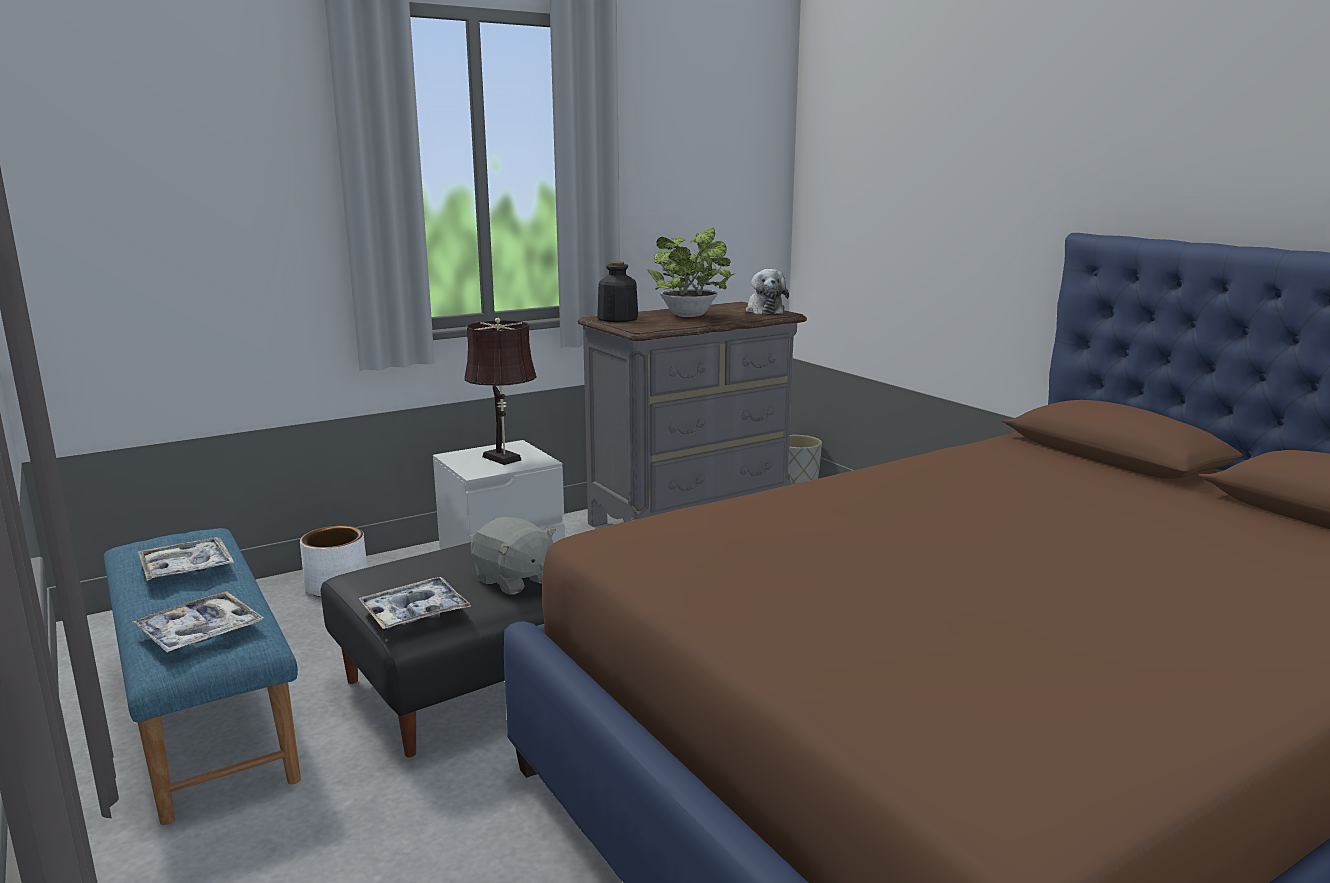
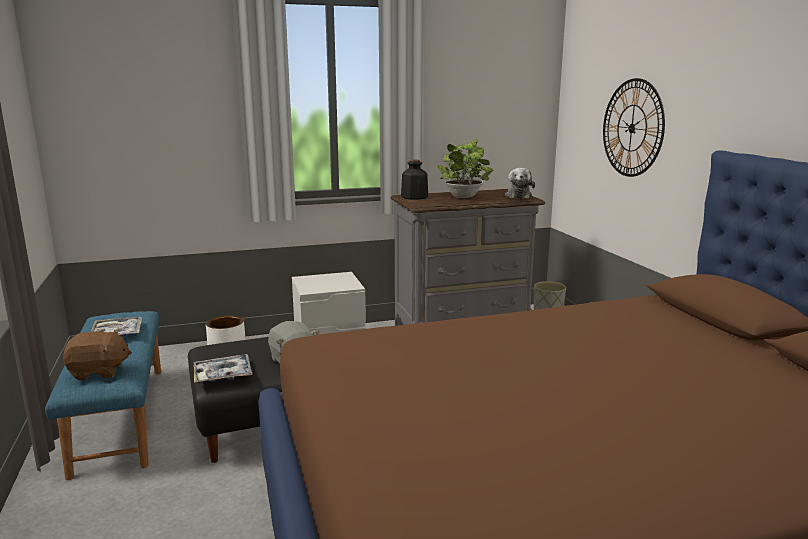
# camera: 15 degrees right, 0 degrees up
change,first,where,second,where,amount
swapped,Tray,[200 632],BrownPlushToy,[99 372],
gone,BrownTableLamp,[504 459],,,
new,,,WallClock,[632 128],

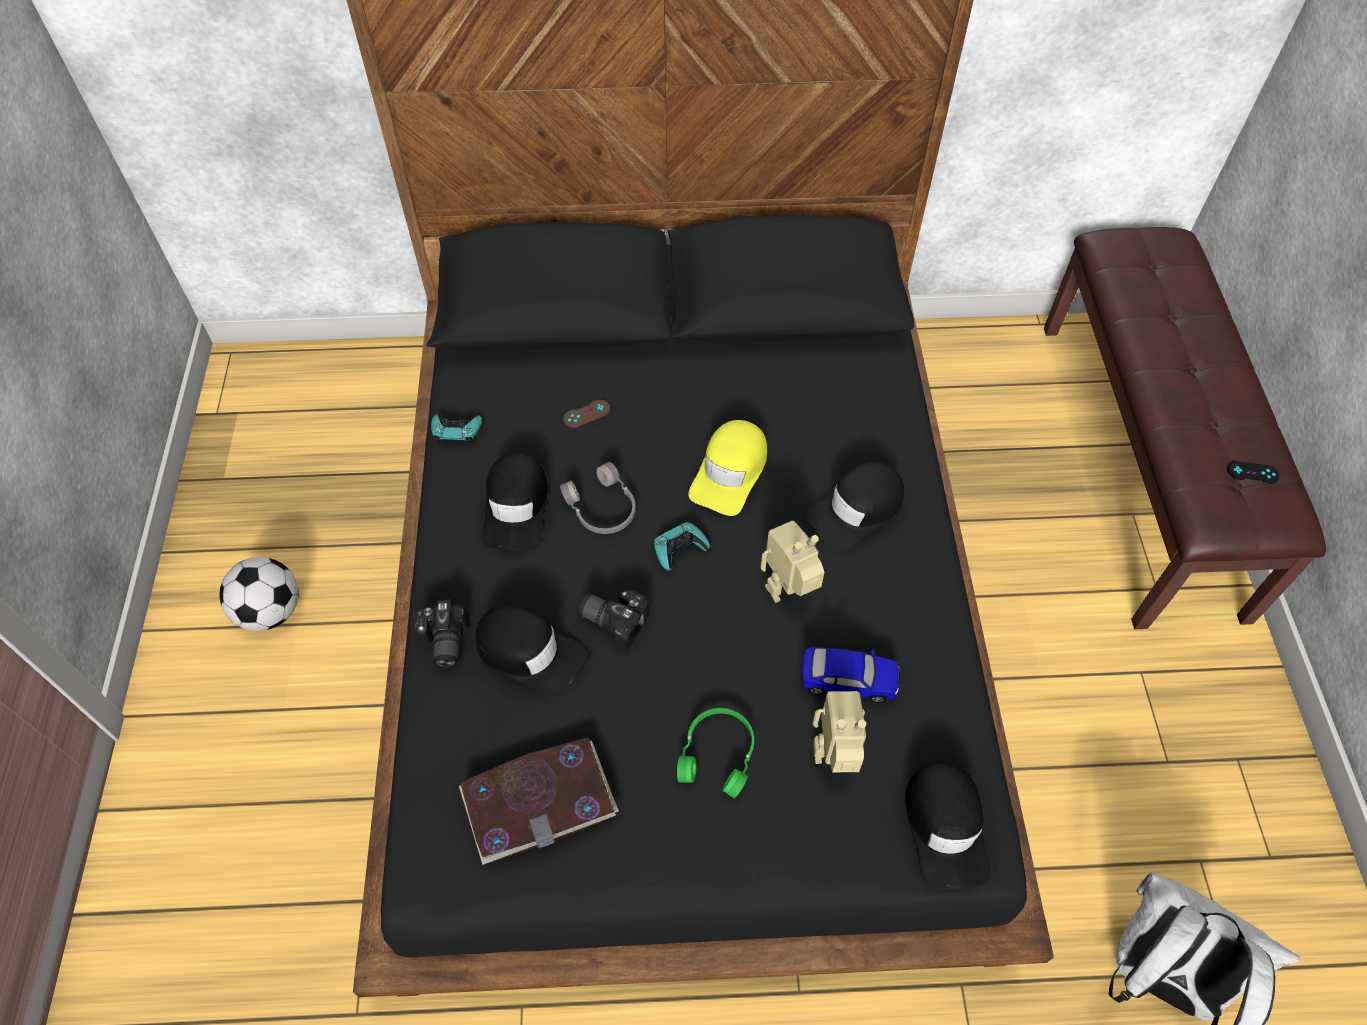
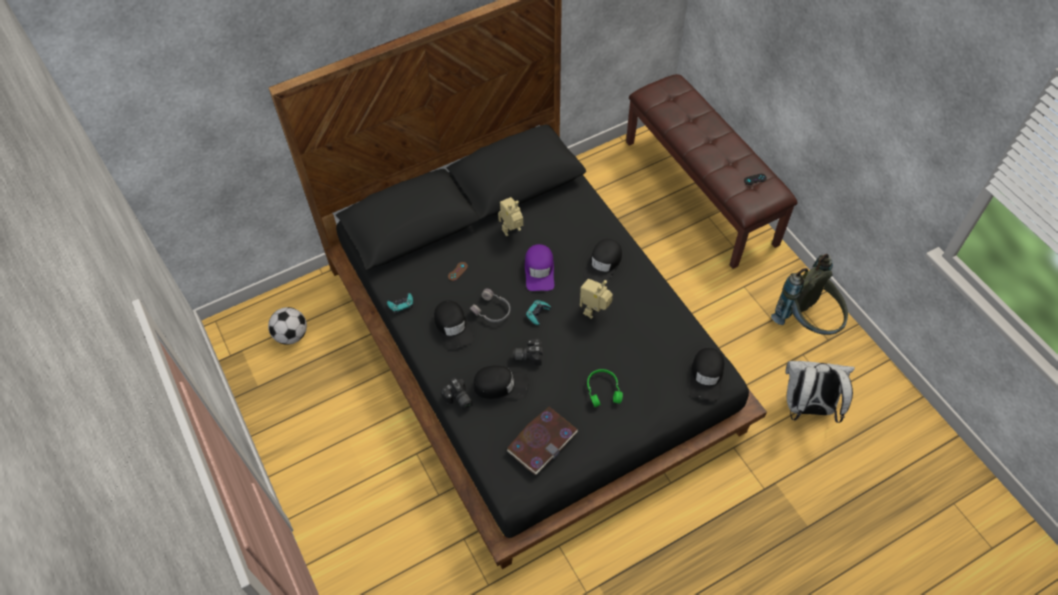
# camera: 25 degrees left, 0 degrees up
change,first,where,second,where,amount
shifted,Football,[270 611],,[291 335],
repainted,YellowCap,[730 472],PurpleCap,[539 271],
gone,ToyCar,[848 681],,,
shifted,ToyRobot,[835 759],,[513 232],
rotated,BlackCap,[945 827],,[706 376],45 degrees clockwise
new,,,GreyBackpack,[807 323],

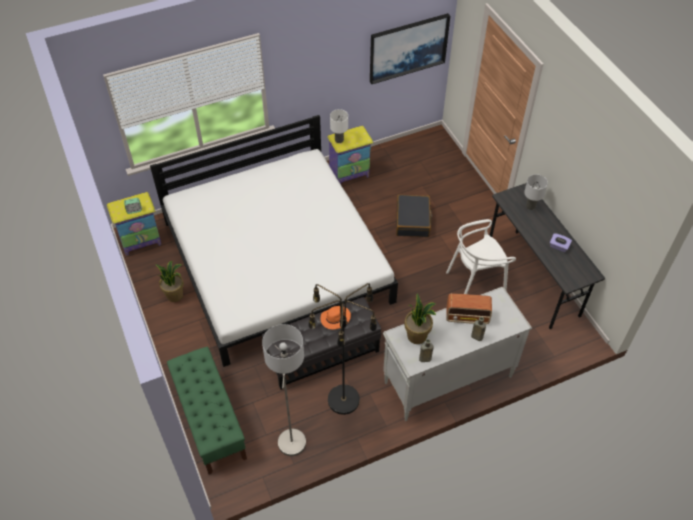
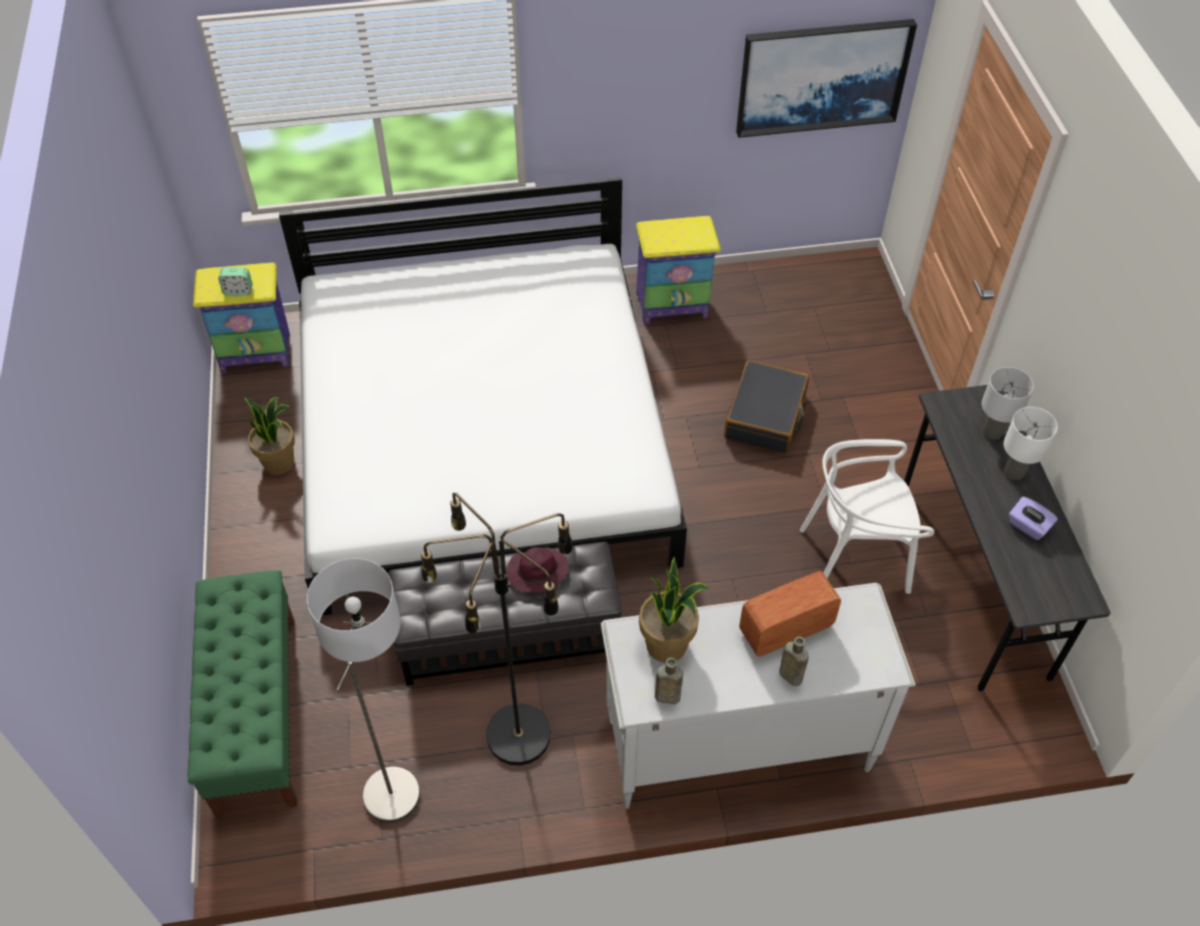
# camera: 15 degrees right, 0 degrees up
change,first,where,second,where,amount
repainted,OrangeHat,[335 319],PurpleHat,[536 572],
shifted,WhiteTableLamp,[339 140],,[1014 472],
rotated,Radio,[467 317],,[784 629],135 degrees clockwise

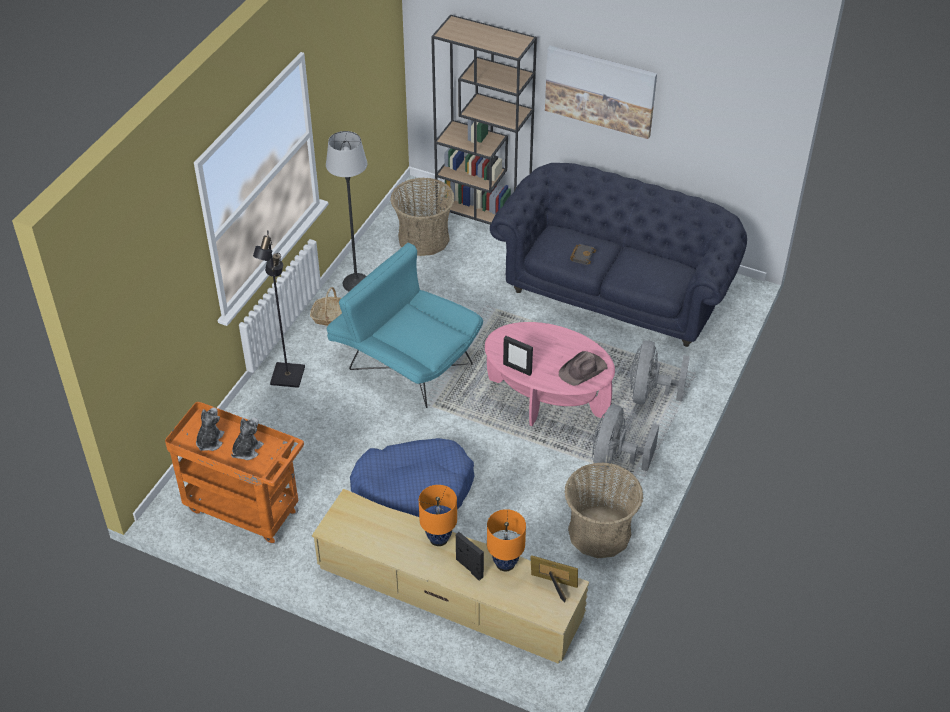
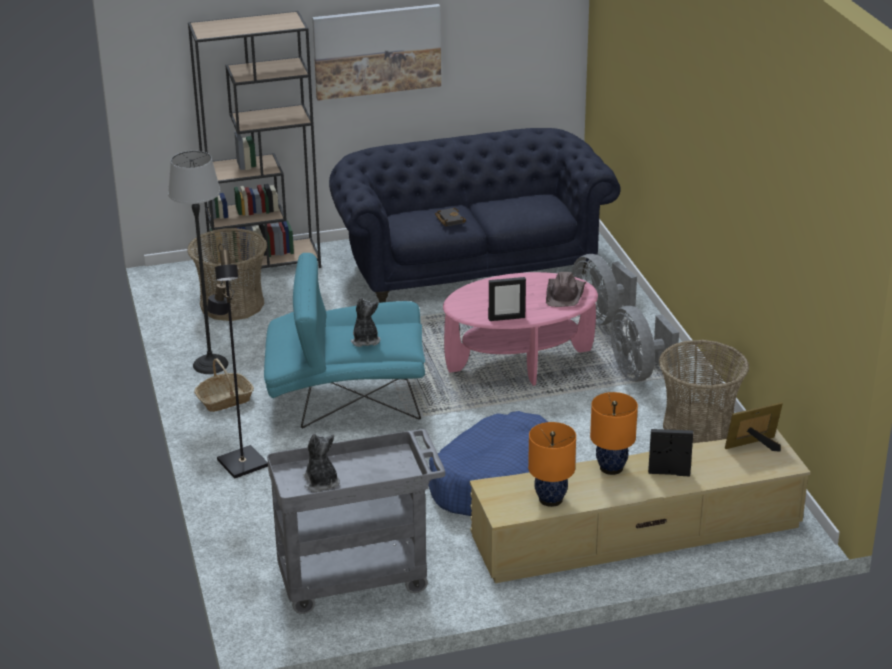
# camera: 40 degrees left, 15 degrees down
change,first,where,second,where,amount
repainted,OrangeCart,[247 514],GreyCart,[360 584],
shifted,PlushToy,[247 450],,[365 340],
shifted,OrangeTableLamp,[505 563],,[551 499],

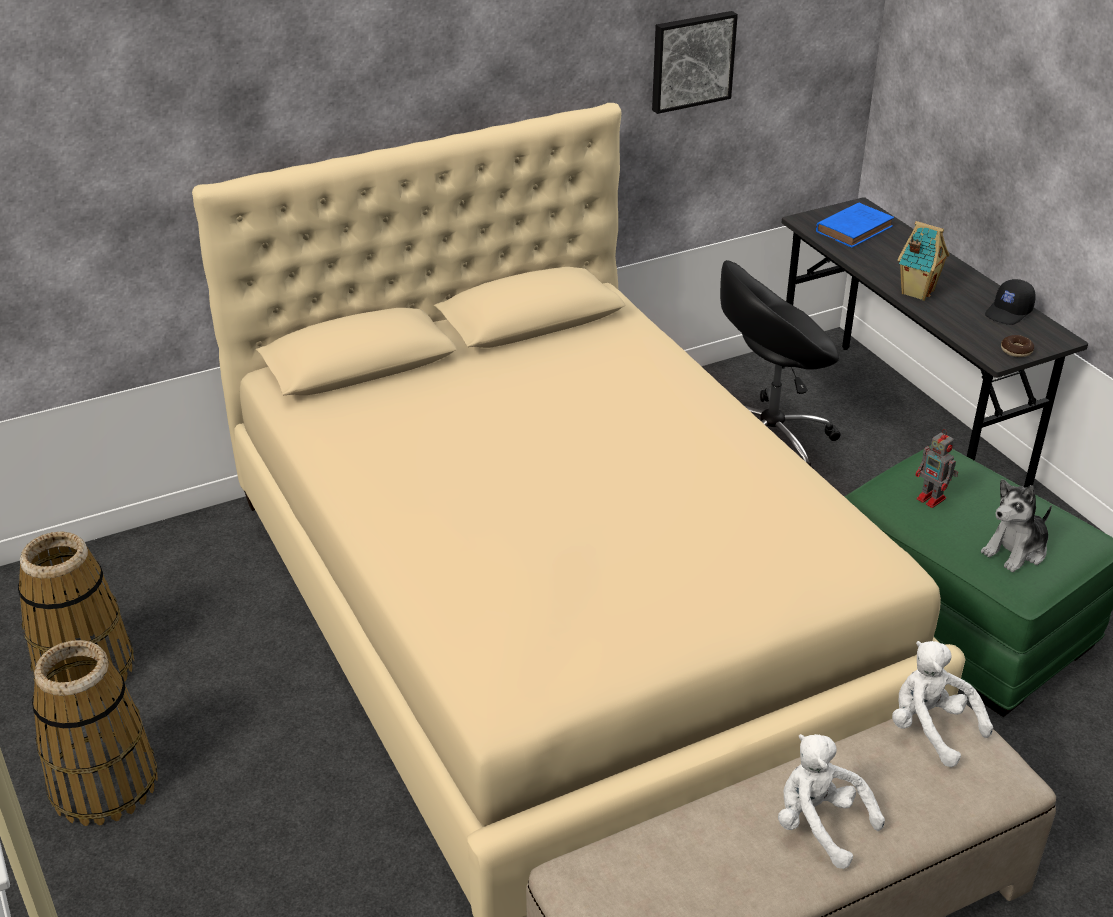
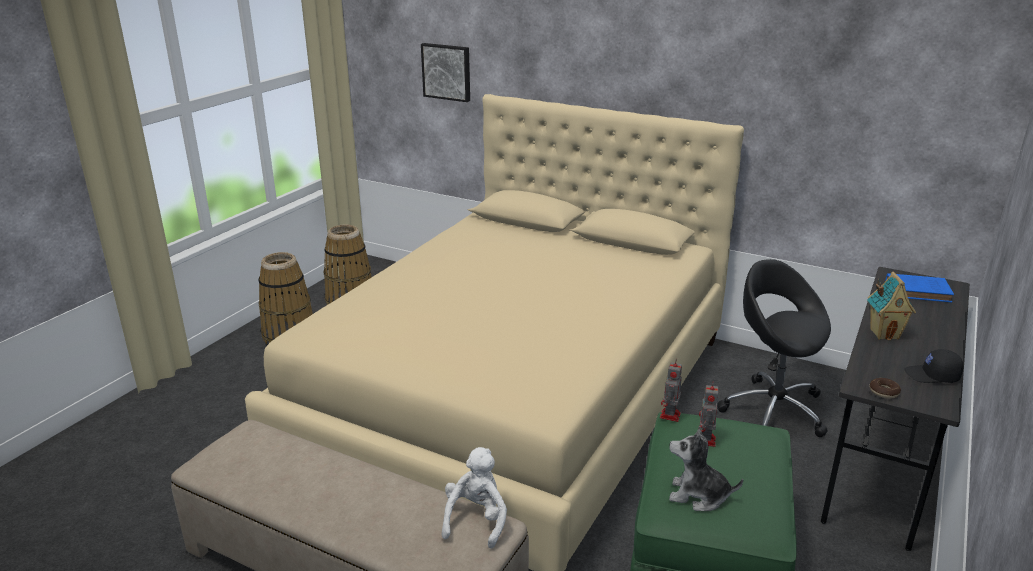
# camera: 55 degrees right, 10 degrees down
change,first,where,second,where,amount
shifted,Picture,[691 60],,[447 72],
gone,WhitePlushToy,[819 824],,,
new,,,ToyRobot,[670 416],

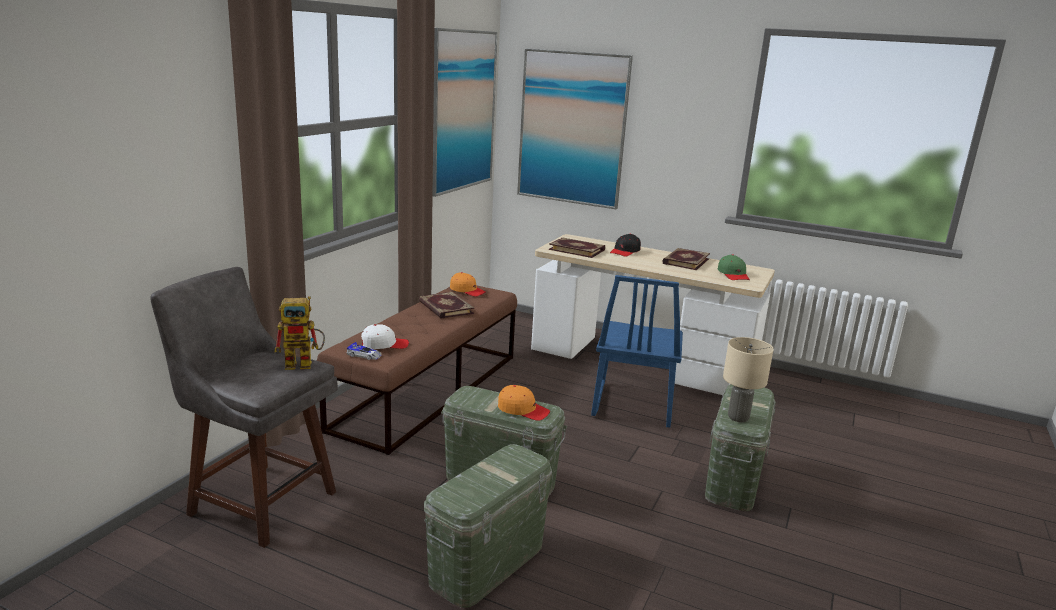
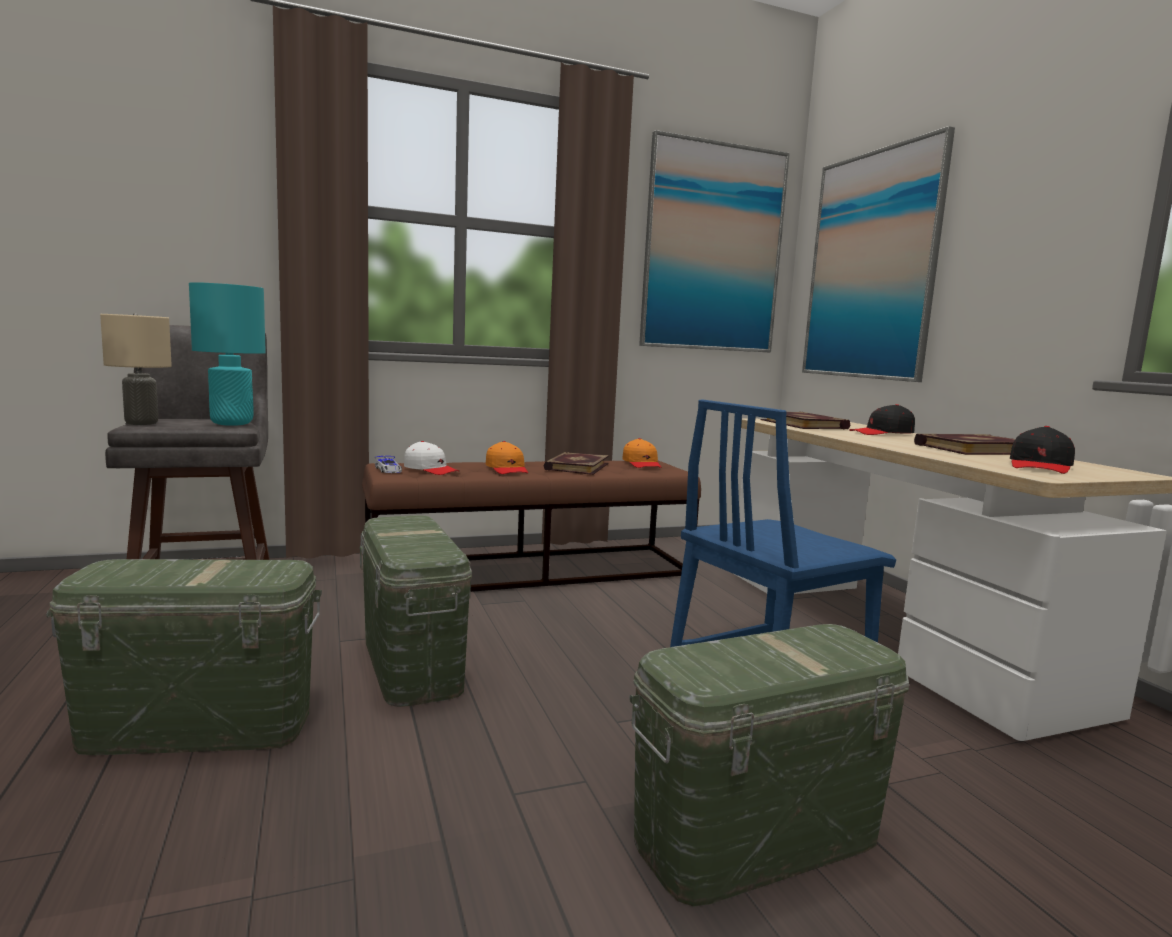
# camera: 45 degrees right, 10 degrees down
change,first,where,second,where,amount
swapped,ToyRobot,[305 364],TurquoiseTableLamp,[232 424],
shifted,OrangeCap,[523 410],,[507 469],
repainted,GreenCap,[733 274],BlackCap,[1040 466],
shifted,BeigeTableLamp,[739 418],,[140 424],

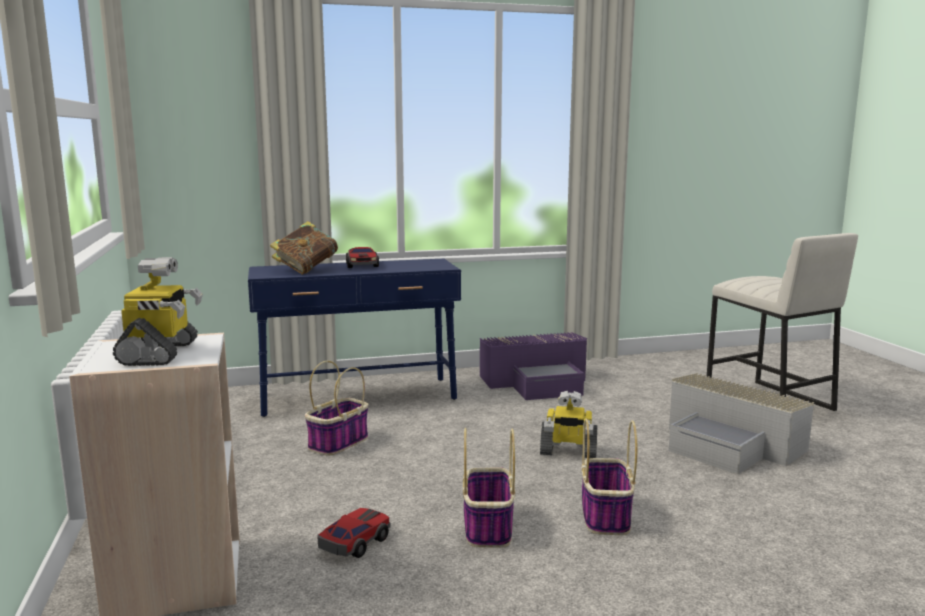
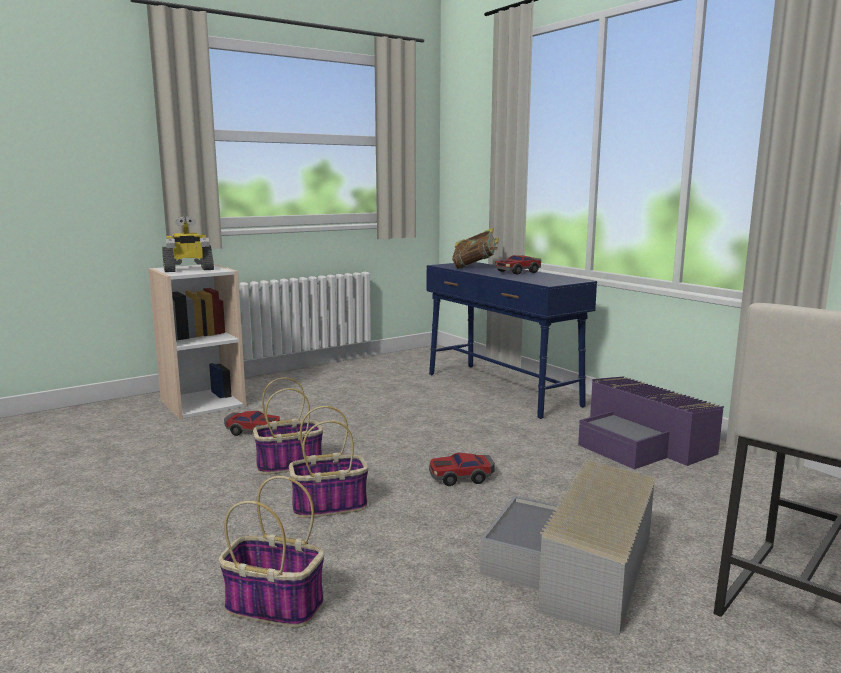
# camera: 70 degrees right, 0 degrees up
change,first,where,second,where,amount
shifted,Basket,[338 443],,[272 605],
swapped,ToyRobot,[568 451],ToyCar,[461 477],

